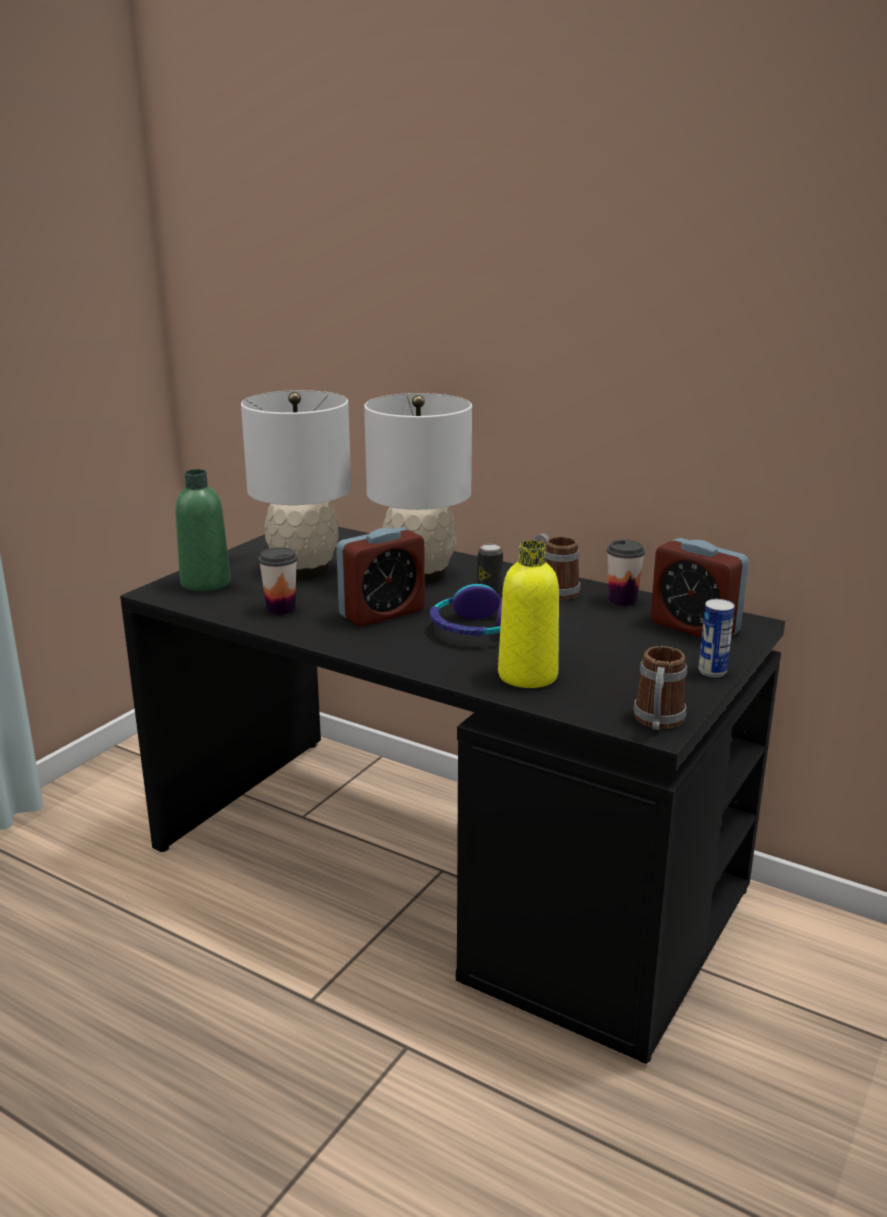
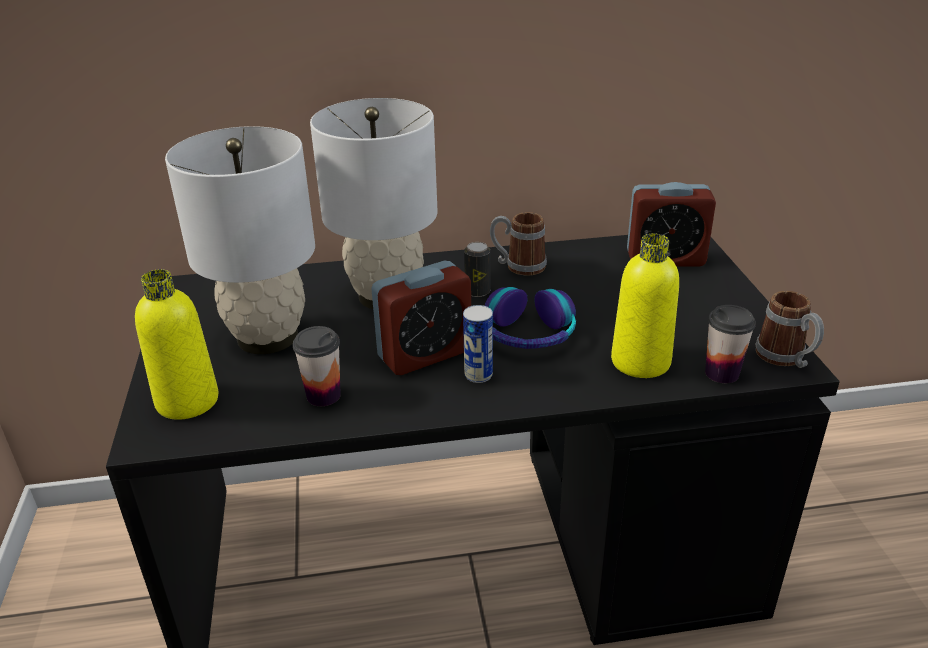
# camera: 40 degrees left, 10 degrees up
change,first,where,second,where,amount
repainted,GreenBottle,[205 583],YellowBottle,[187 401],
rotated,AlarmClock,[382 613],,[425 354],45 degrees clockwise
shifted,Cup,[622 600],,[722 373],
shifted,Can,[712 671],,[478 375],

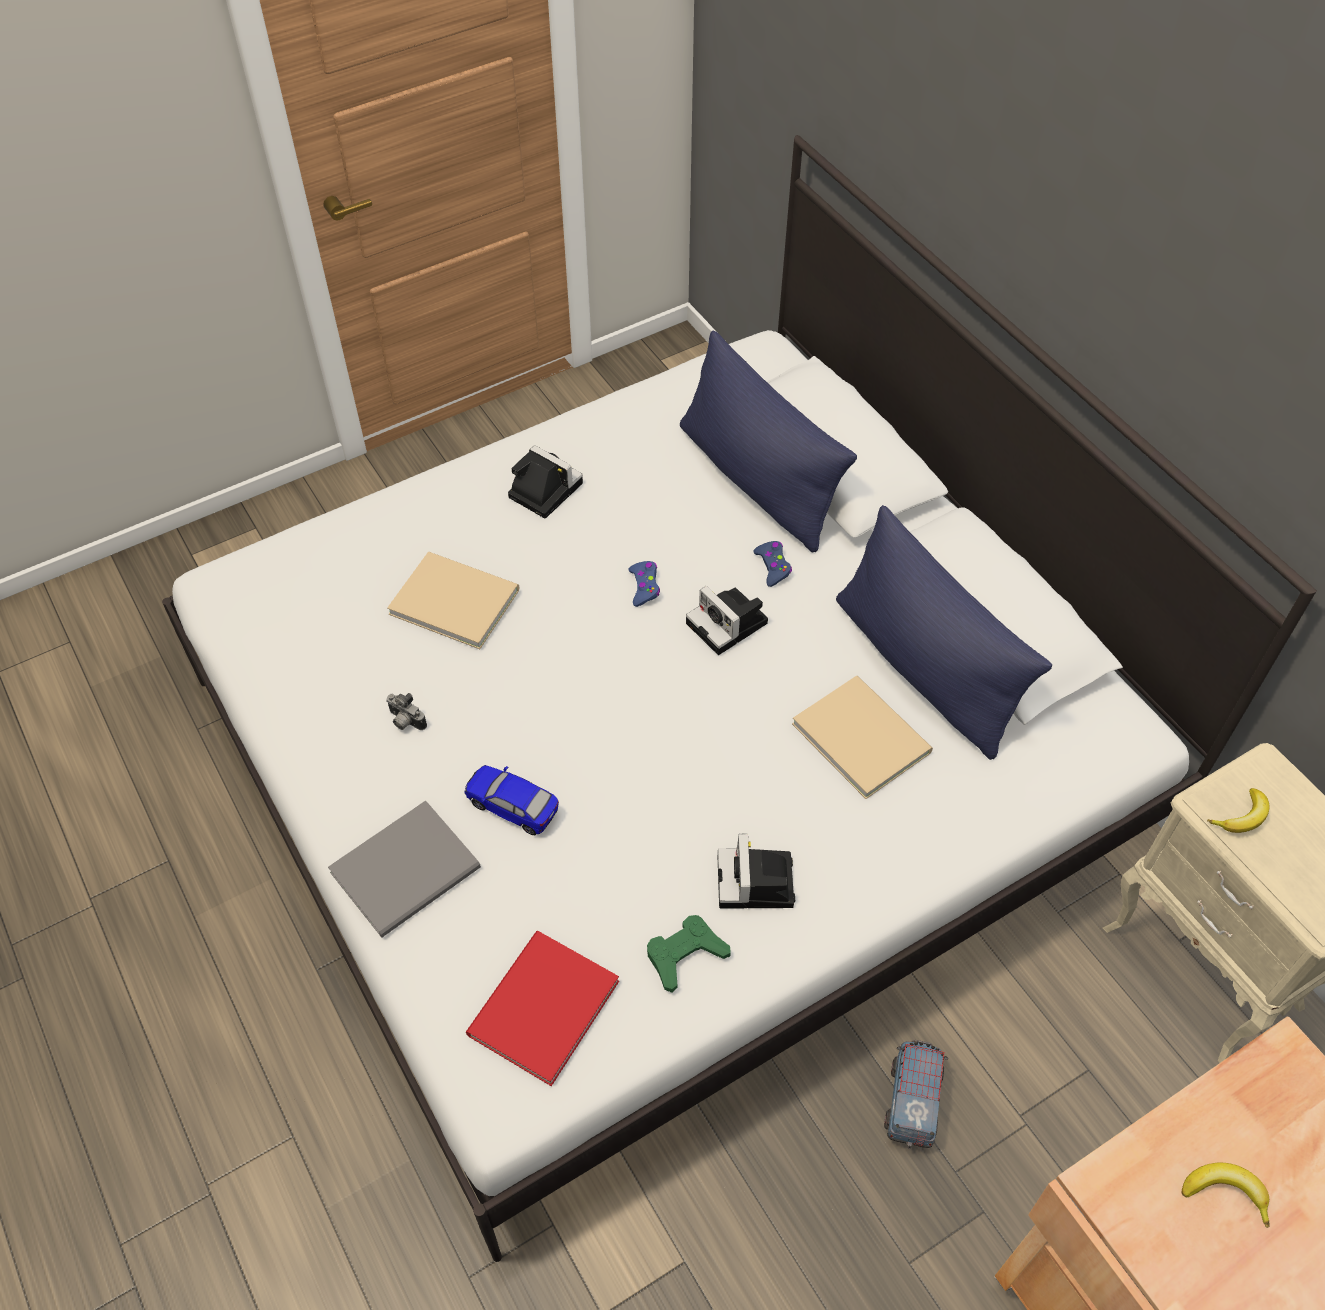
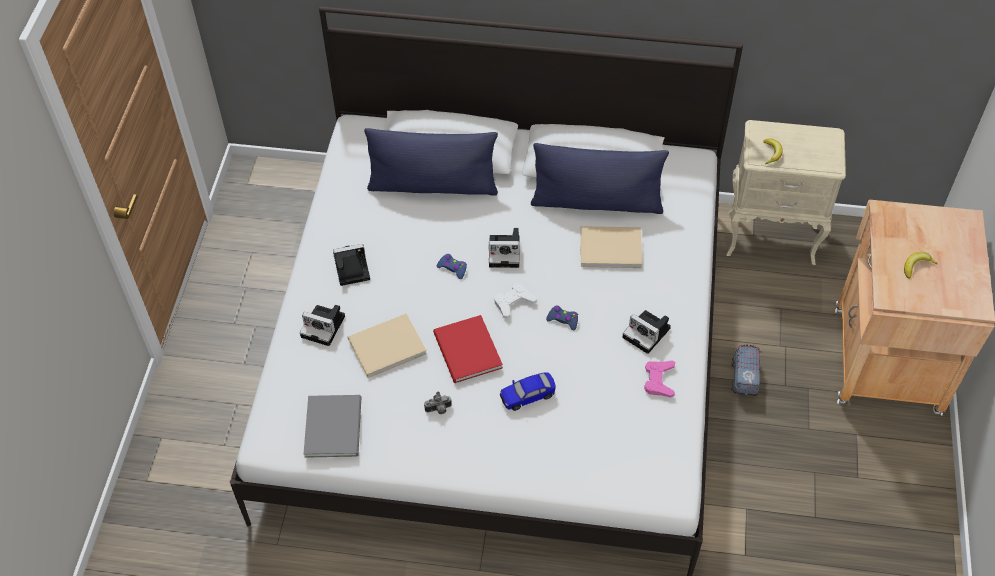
# camera: 50 degrees left, 0 degrees up
change,first,where,second,where,amount
shifted,GreyBook,[410 870],,[335 425],
shifted,RedBook,[538 1010],,[466 352],
repainted,GreenGameController,[685 955],PinkGameController,[659 380],
shifted,BlueGameController,[773 566],,[563 320],
rotated,ToyTruck,[912 1101],,[744 377],45 degrees clockwise
new,,,PhotoCamera,[325 326],
new,,,WhiteGameController,[513 302],

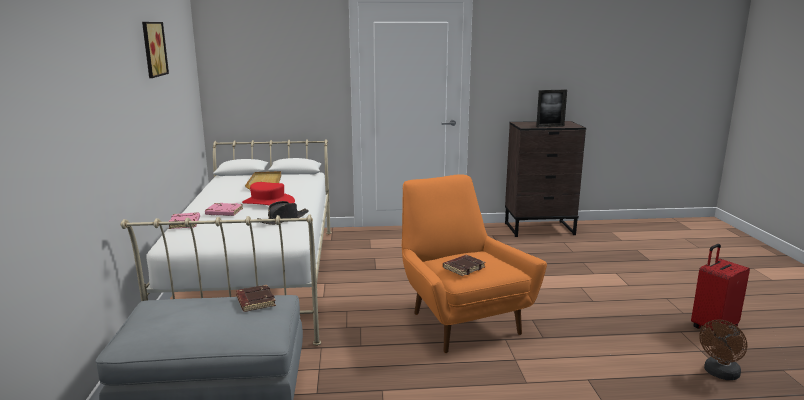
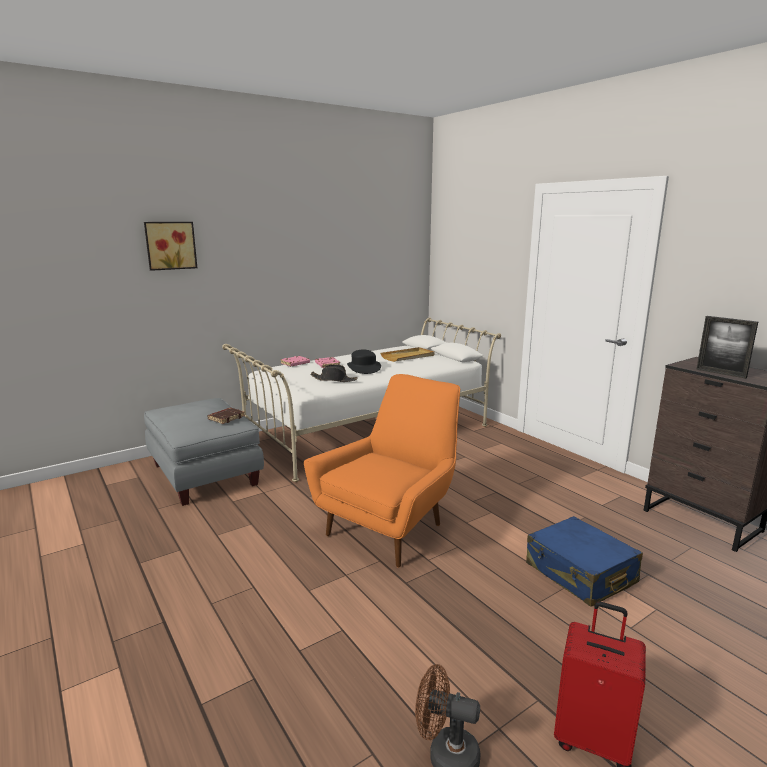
# camera: 60 degrees right, 0 degrees up
change,first,where,second,where,amount
shifted,Picture,[152 49],,[170 245],
repainted,RedHat,[268 202],BlackHat,[363 368],
gone,BrownBook,[463 268],,,
new,,,BlueSuitcase,[580 573],

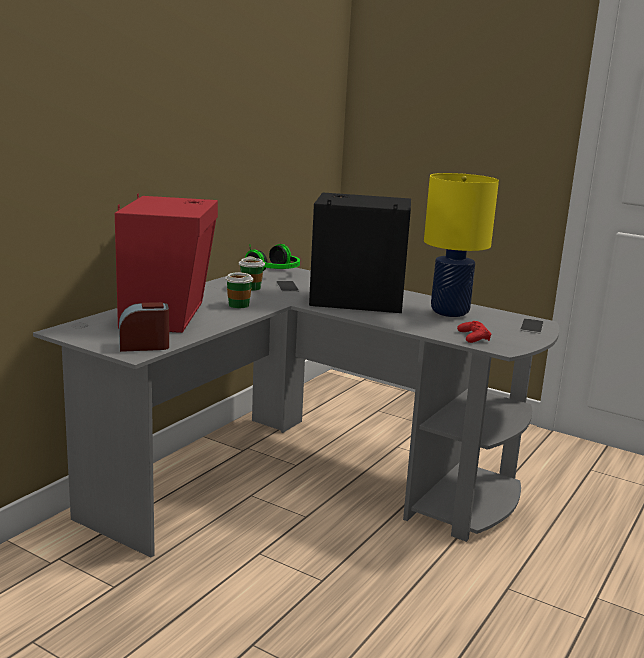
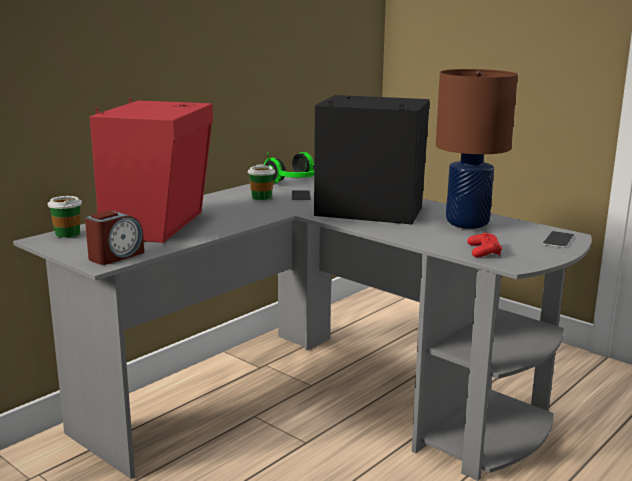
# camera: 10 degrees right, 0 degrees up
change,first,where,second,where,amount
rotated,AlarmClock,[144 346],,[115 256],135 degrees clockwise
shifted,Cup,[238 305],,[67 233],
repainted,YellowTableLamp,[449 314],BrownTableLamp,[466 225],

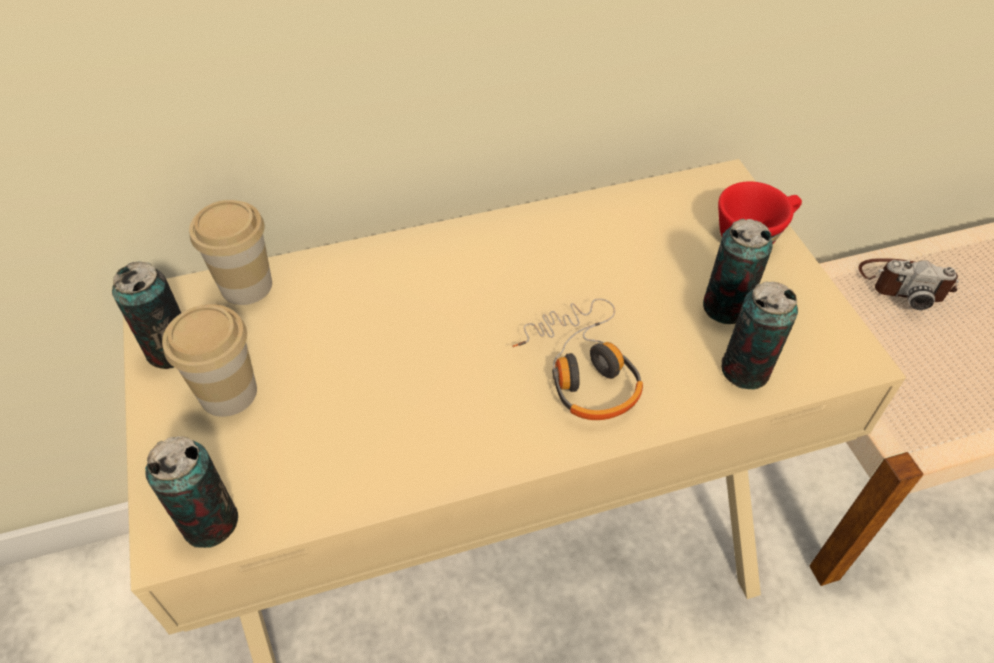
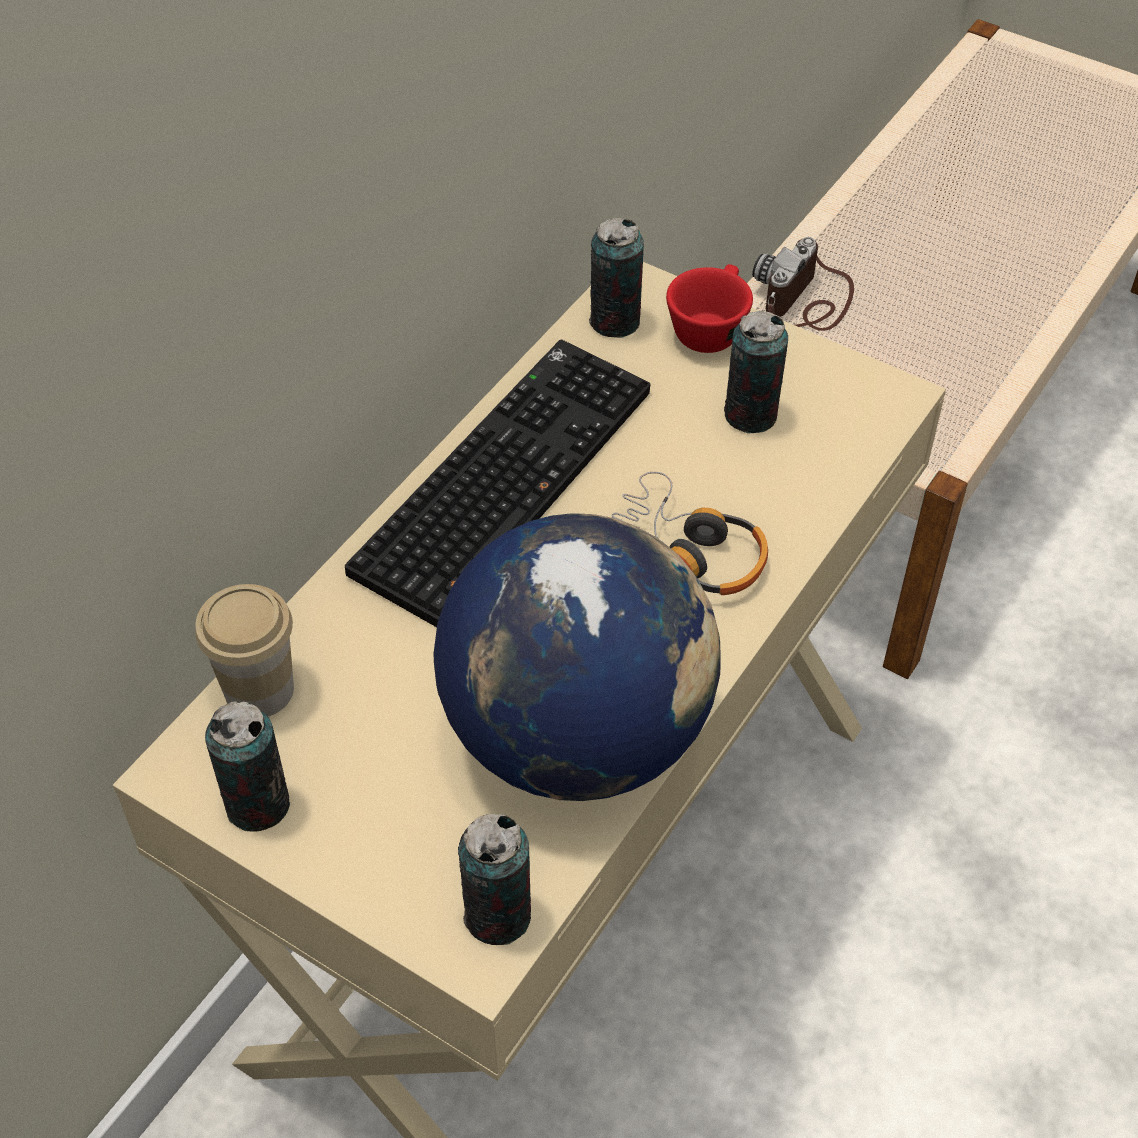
# camera: 40 degrees left, 0 degrees up
change,first,where,second,where,amount
gone,Cup,[228 393],,,
shifted,Can,[745 370],,[615 321],
rotated,PhotoCamera,[903 284],,[806 300],150 degrees clockwise
new,,,Keyboard,[502 476],
new,,,Globe,[578 735],

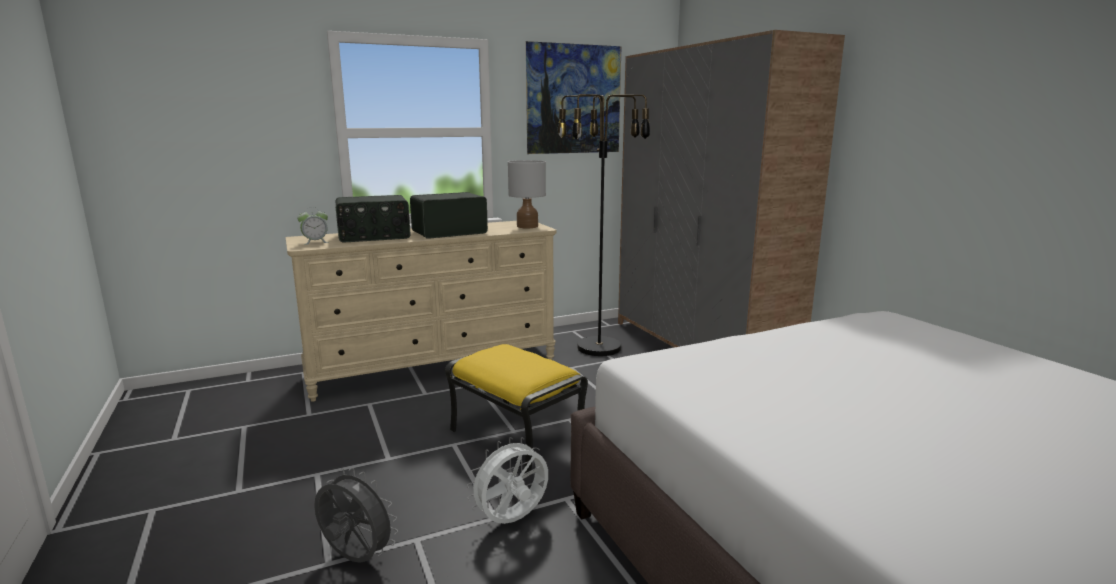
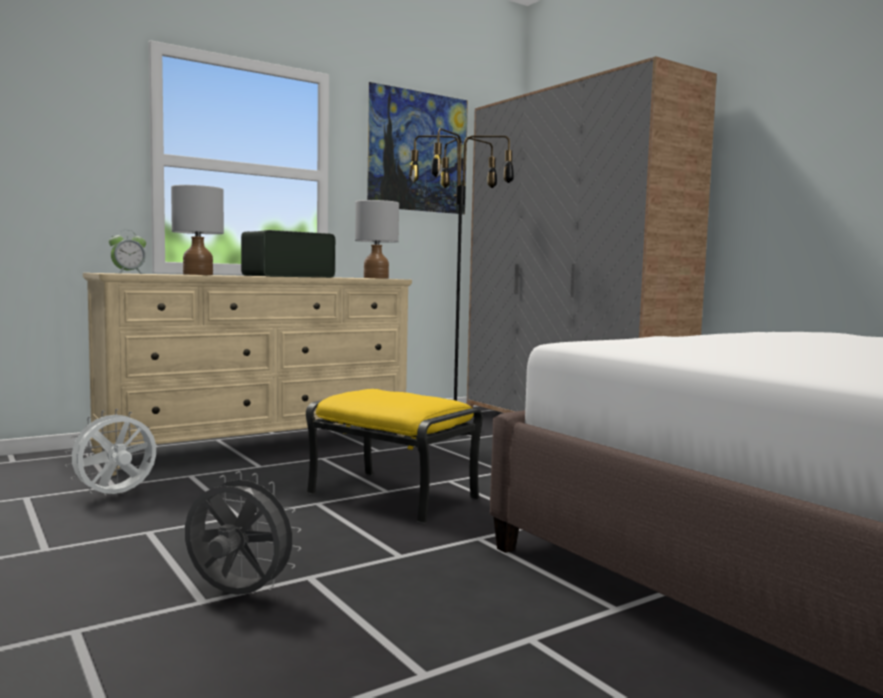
# camera: 10 degrees left, 10 degrees down
change,first,where,second,where,amount
swapped,Radio,[374 236],GreyTableLamp,[198 274],
shifted,WhiteFan,[512 521],,[115 496],

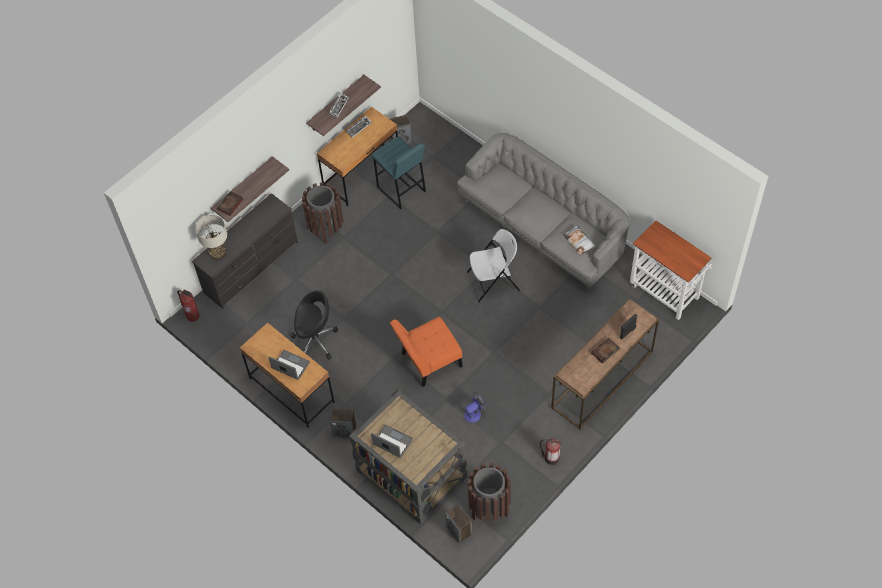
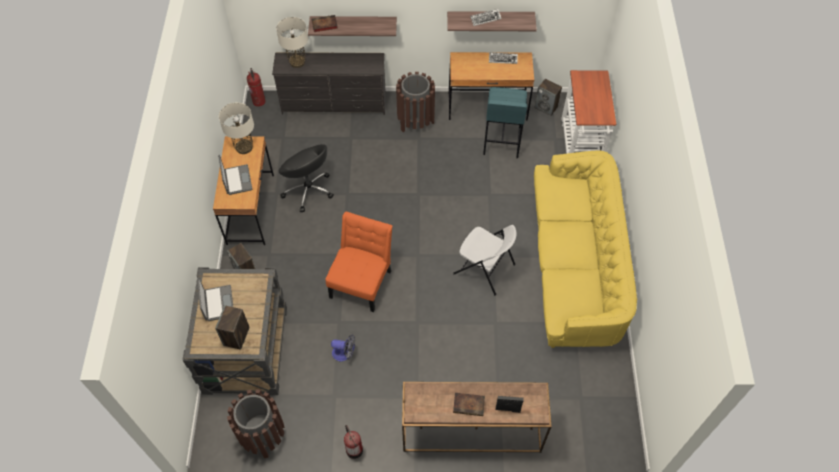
# camera: 45 degrees right, 0 degrees up
change,first,where,second,where,amount
rotated,OrangeChair,[428 361],,[362 281],90 degrees clockwise
shifted,Speaker,[459 530],,[236 336],
repainted,GreySofa,[542 227],YellowSofa,[574 265],
gone,Pillow,[579 242],,,
shifted,WhiteCart,[665 292],,[580 147],
new,,,TableLamp,[244 147],

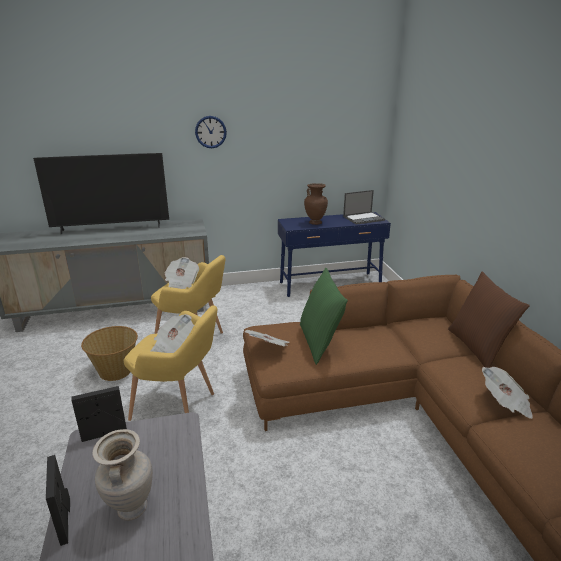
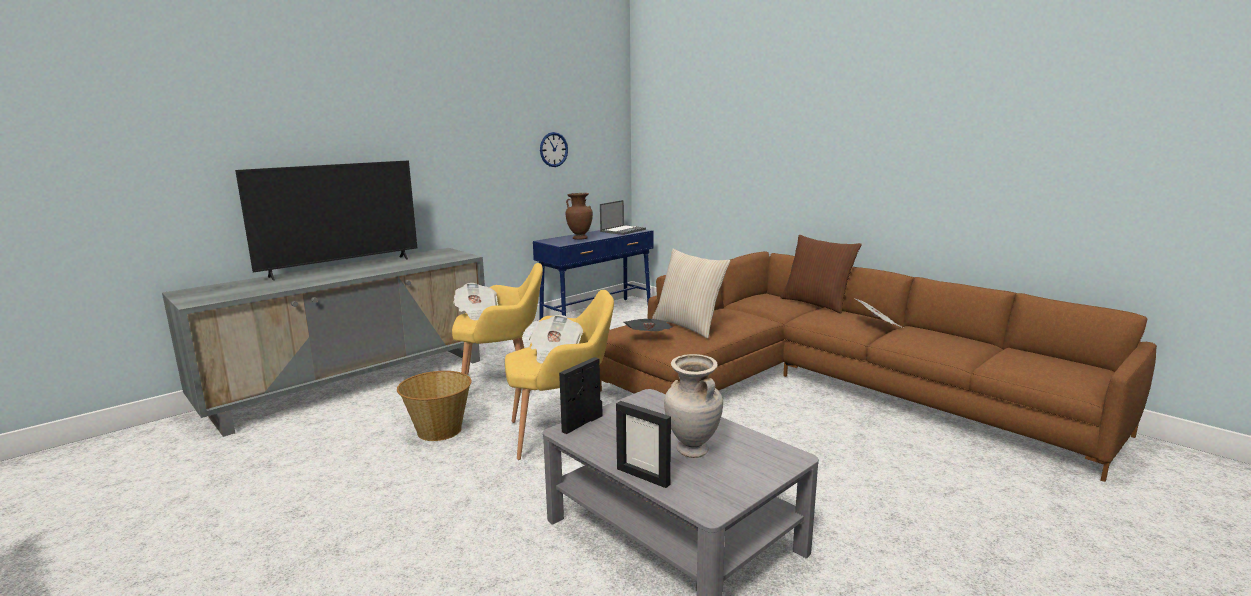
# camera: 30 degrees left, 10 degrees down
change,first,where,second,where,amount
shifted,WallClock,[210 132],,[553 149],
repainted,GreenPillow,[320 342],BeigePillow,[688 326],

